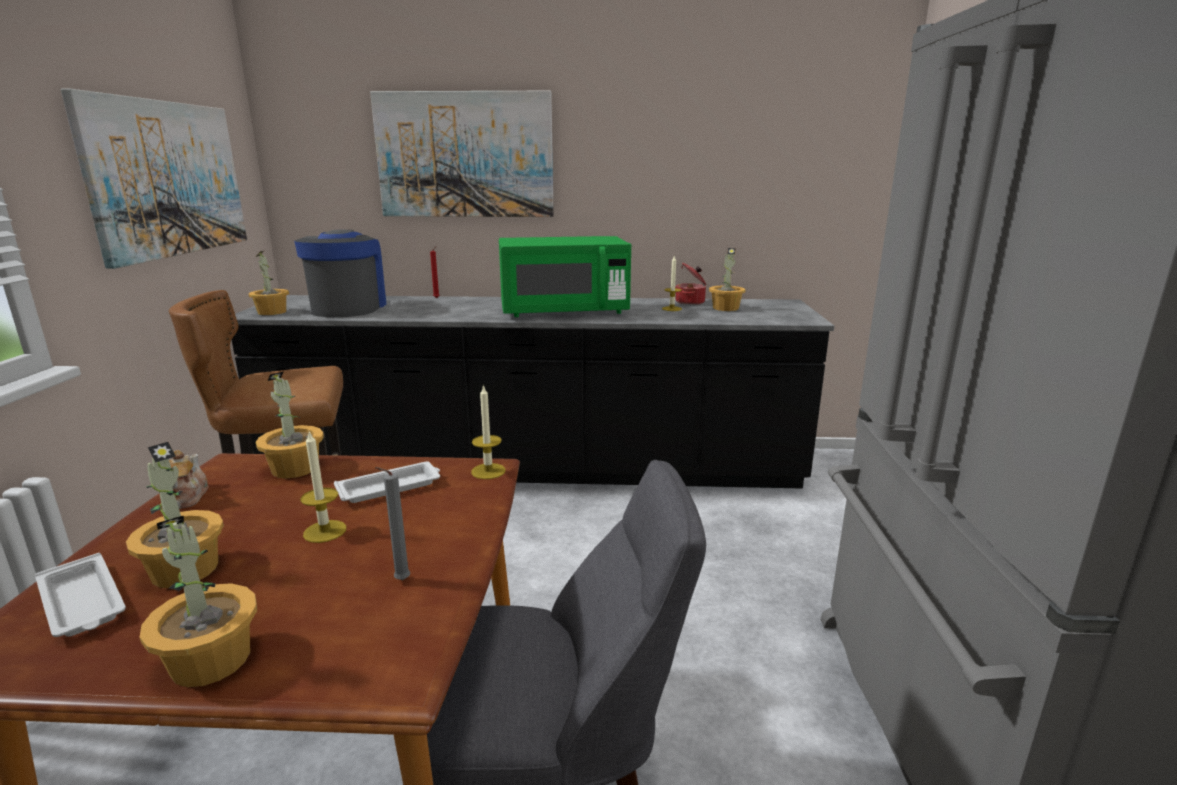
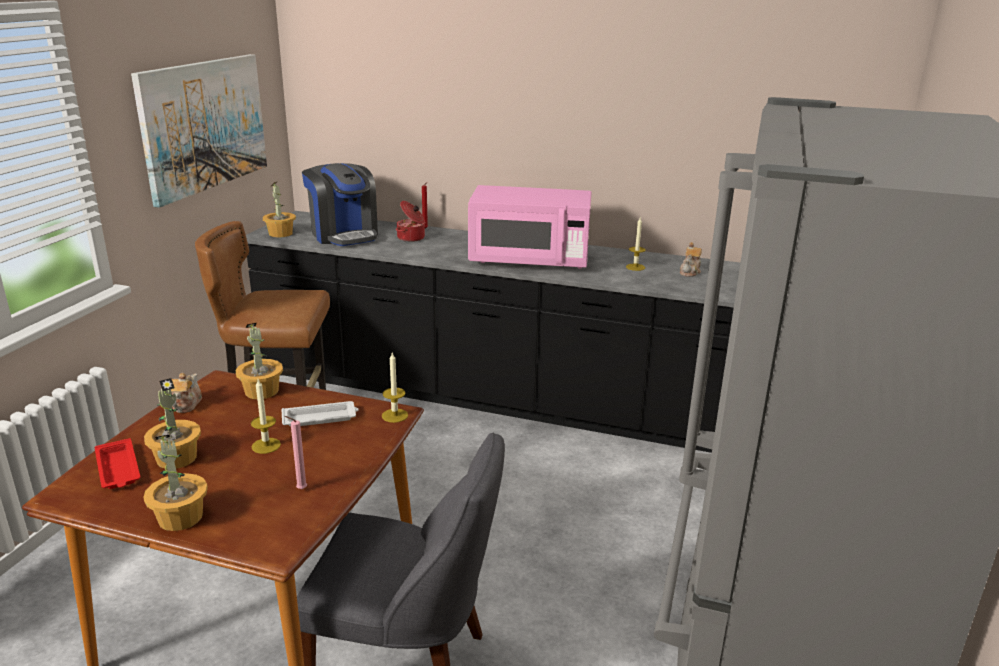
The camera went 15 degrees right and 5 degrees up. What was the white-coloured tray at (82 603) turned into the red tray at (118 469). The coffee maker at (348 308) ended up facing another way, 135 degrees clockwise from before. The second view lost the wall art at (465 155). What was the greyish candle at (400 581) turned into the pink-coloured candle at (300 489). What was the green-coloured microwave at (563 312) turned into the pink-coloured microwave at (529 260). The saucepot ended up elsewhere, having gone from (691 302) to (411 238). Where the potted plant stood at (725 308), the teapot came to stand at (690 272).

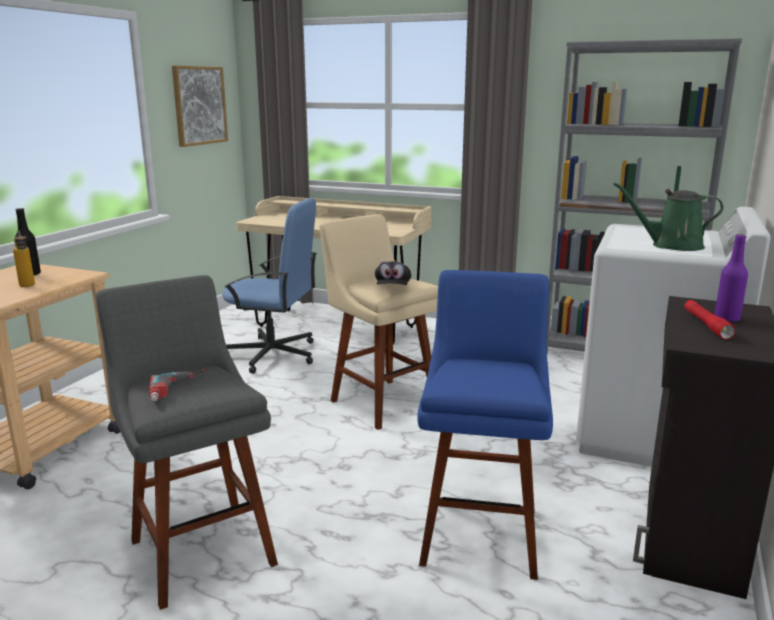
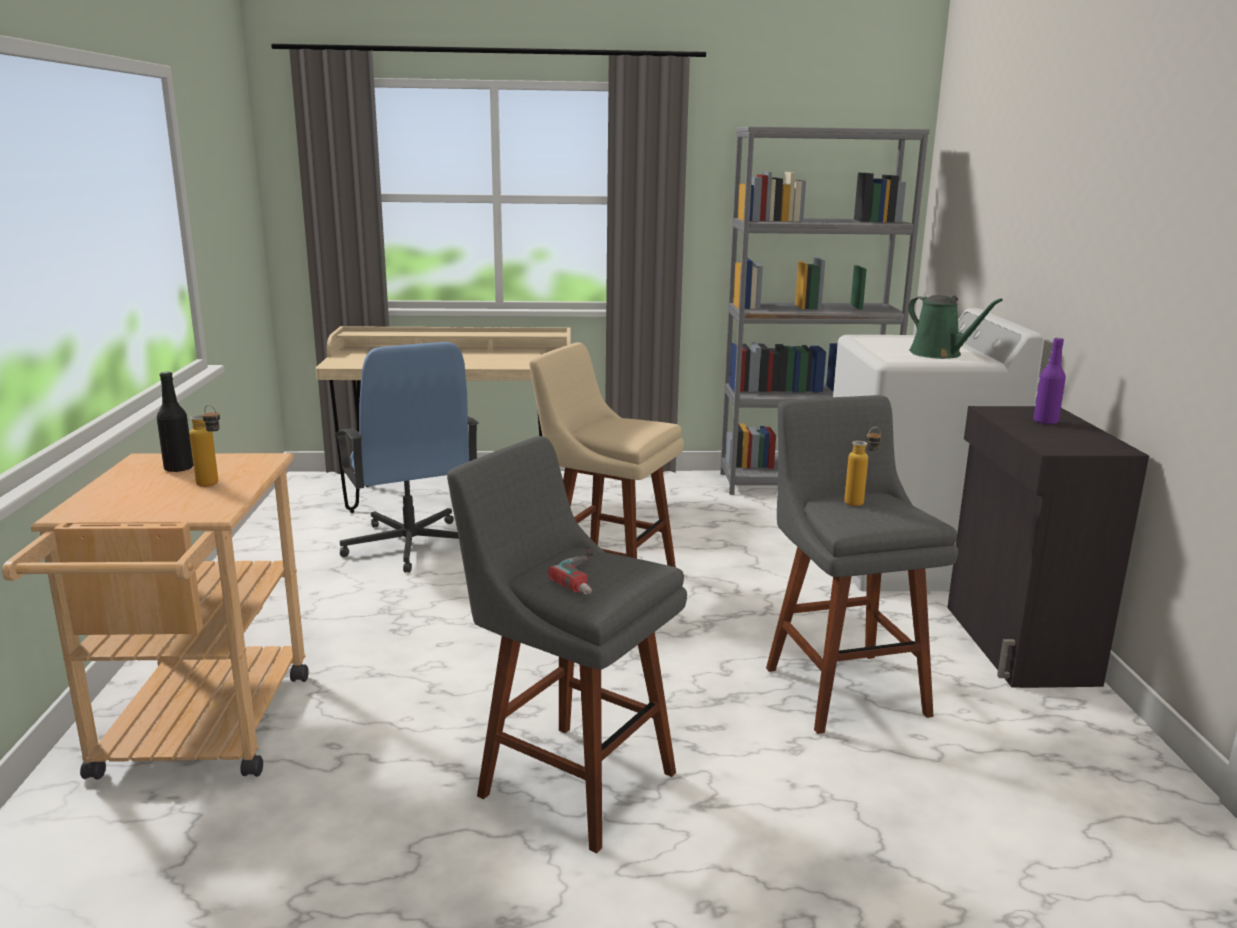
The camera went 25 degrees left and 0 degrees up. The second view lost the wall art at (199 105). The bluish office chair at (273 355) ended up facing another way, 75 degrees clockwise from before. The second view lost the blackish baseball cap at (392 289). What was the bluish stool at (480 530) turned into the greyish stool at (842 686). The green-coloured watering can at (671 246) ended up facing another way, 105 degrees counterclockwise from before. The second view lost the red flashlight at (706 325). The second view gained the beverage bottle at (860 502).

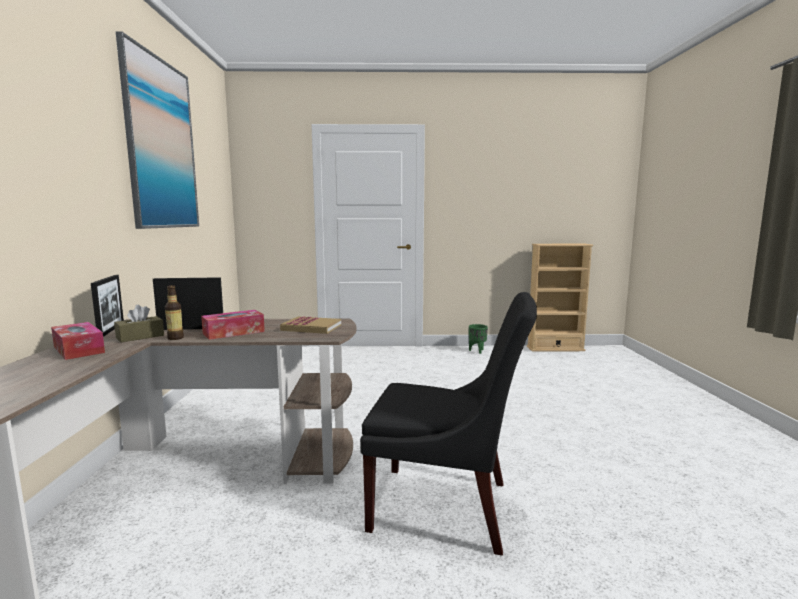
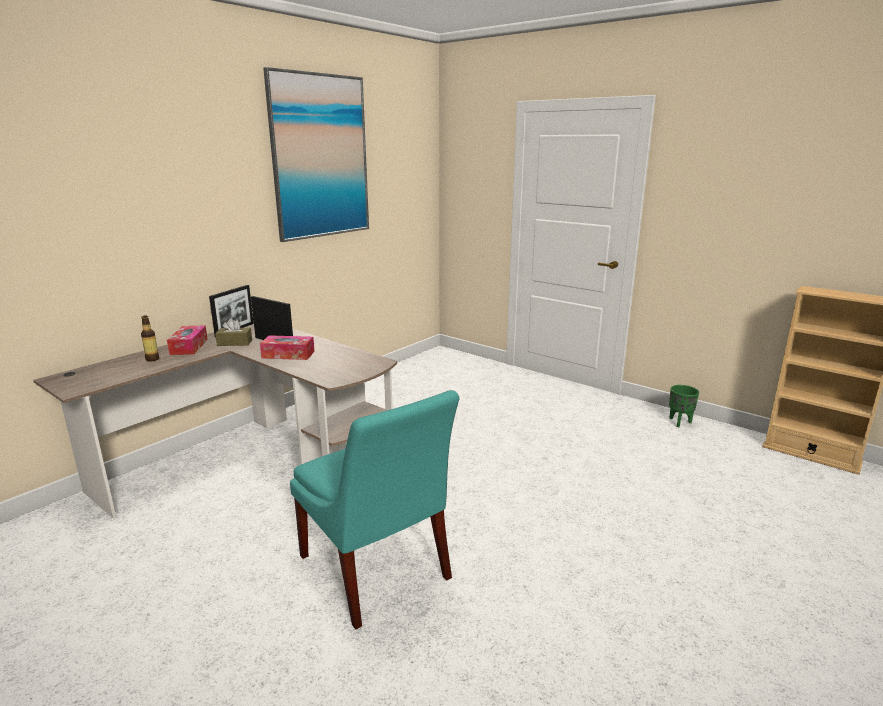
The camera went 40 degrees right and 10 degrees up. The beverage bottle ended up elsewhere, having gone from (175 338) to (152 359). The second view lost the book at (311 327). What was the blackish plain chair at (447 508) turned into the turquoise plain chair at (376 571).

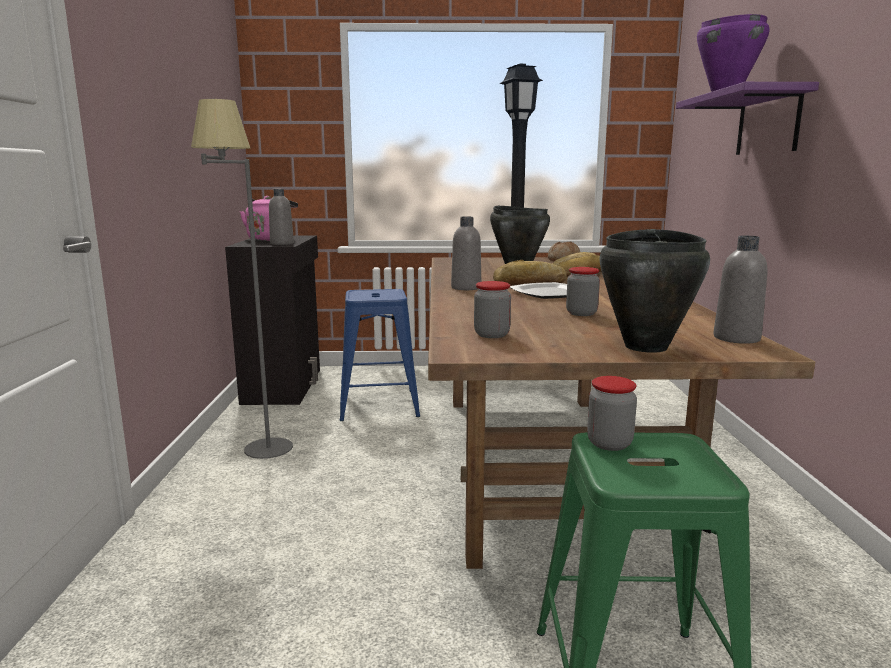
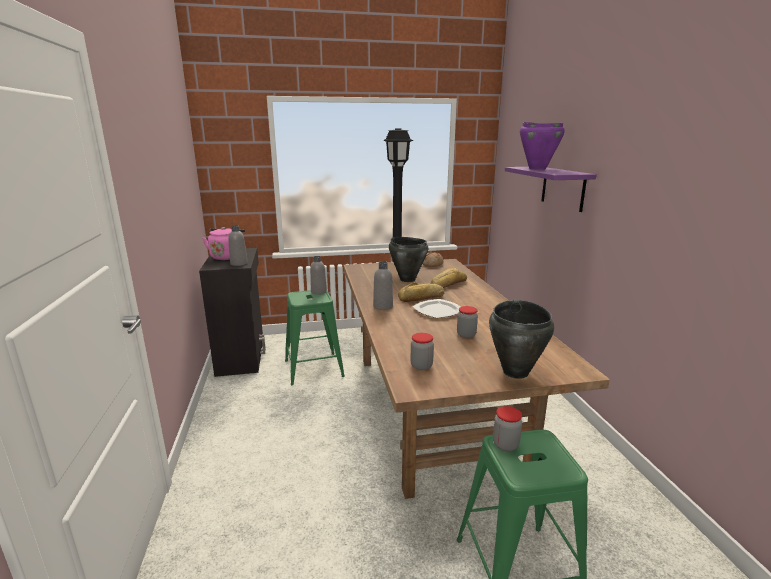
The camera went 10 degrees left and 5 degrees up. The second view lost the greyish standard lamp at (254 442). What was the bluish stool at (379 405) turned into the green-coloured stool at (314 368). The greyish beverage bottle ended up elsewhere, having gone from (736 338) to (318 292).

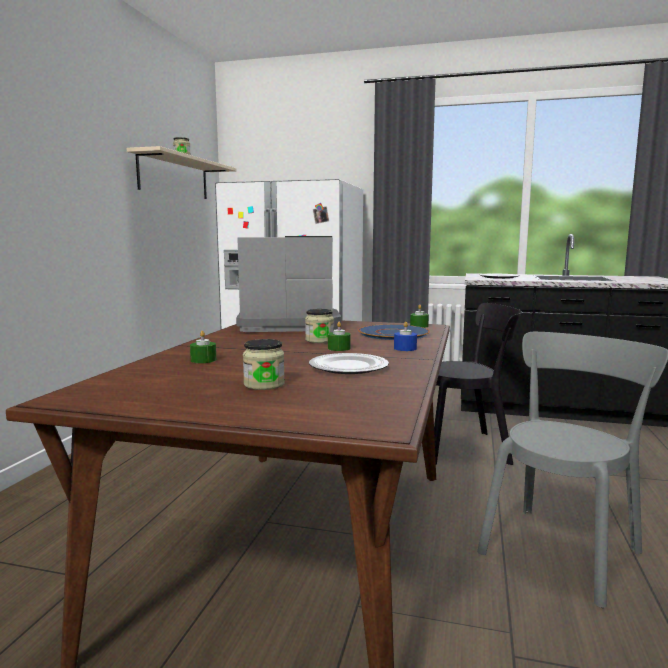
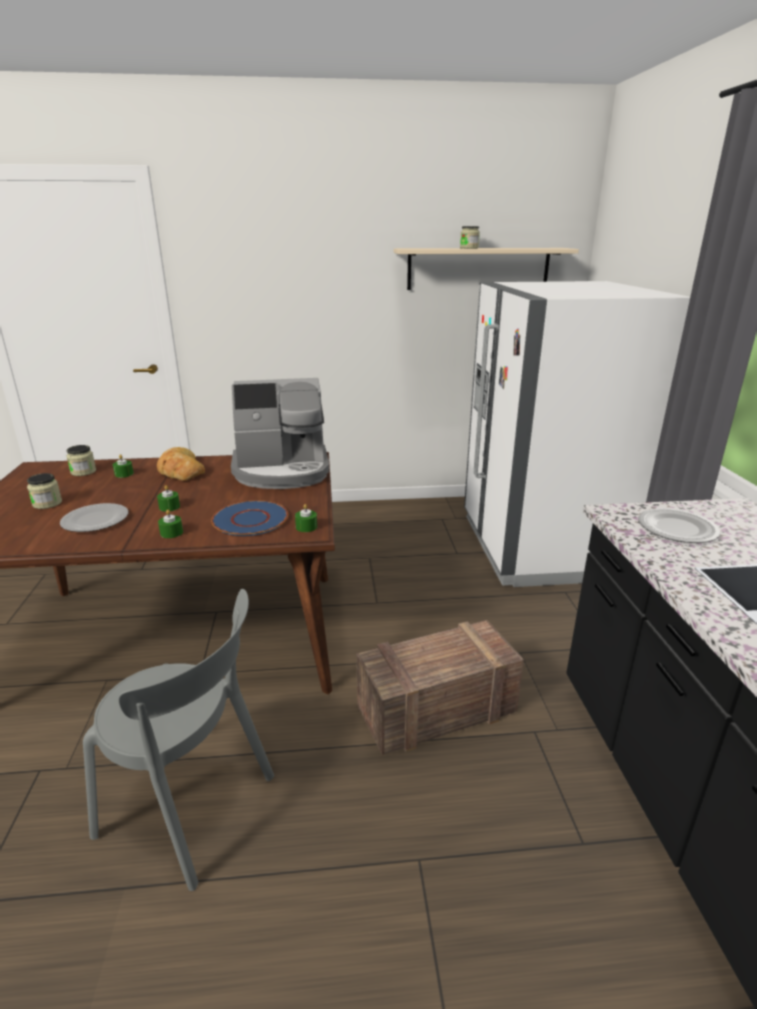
The camera went 70 degrees right and 15 degrees up. The coffee maker at (287 325) ended up facing another way, 105 degrees clockwise from before. The jar ended up elsewhere, having gone from (319 340) to (83 472). What was the bluish candle at (405 348) turned into the green-coloured candle at (171 533). Where the blackish plain chair stood at (466 448), the crate came to stand at (434 711). The second view gained the baked bread at (180 470).

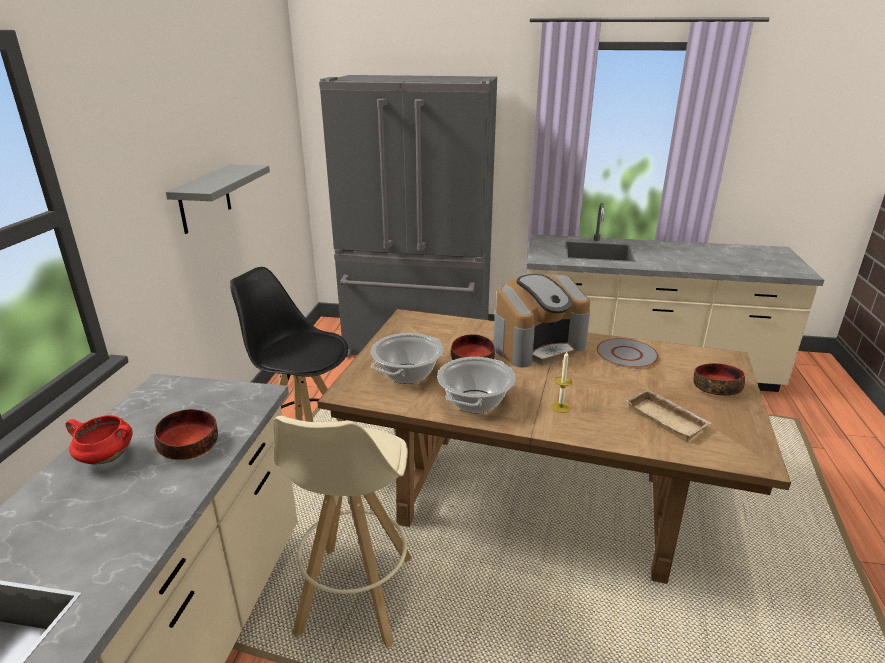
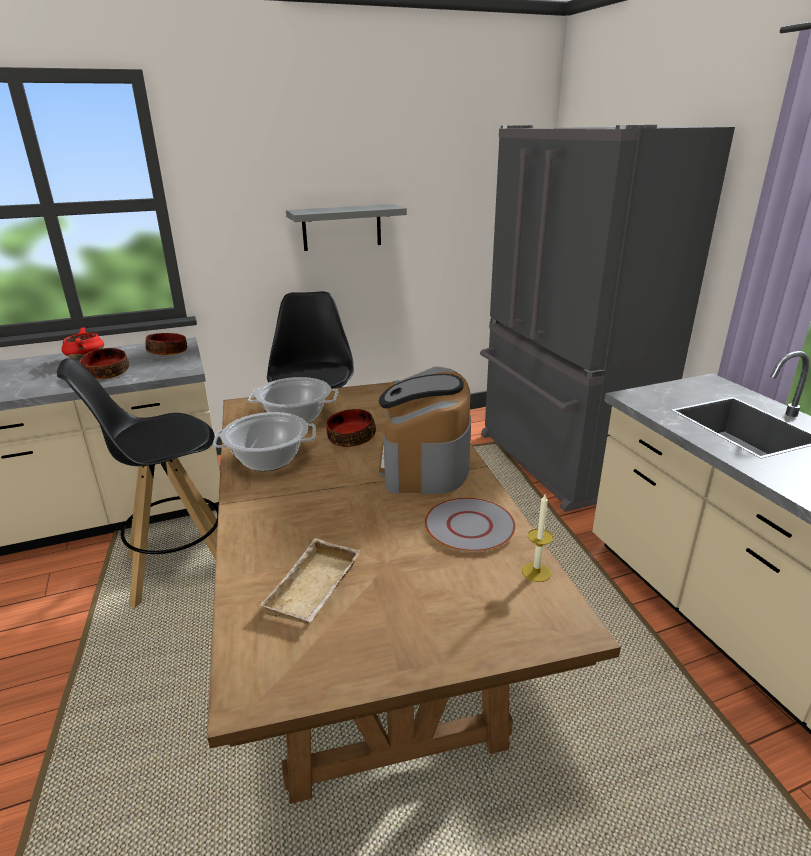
The camera went 60 degrees right and 0 degrees up. What was the beige stool at (355 595) turned into the blackish stool at (179 568). The coffee maker at (537 345) ended up facing another way, 60 degrees clockwise from before. The candle ended up elsewhere, having gone from (560 407) to (536 572). The serving bowl ended up elsewhere, having gone from (717 388) to (168 352).

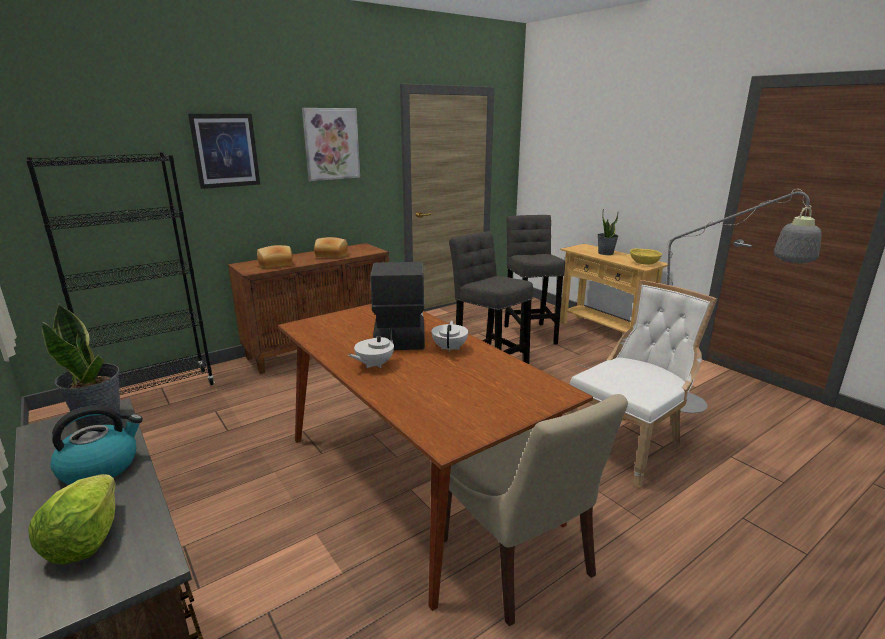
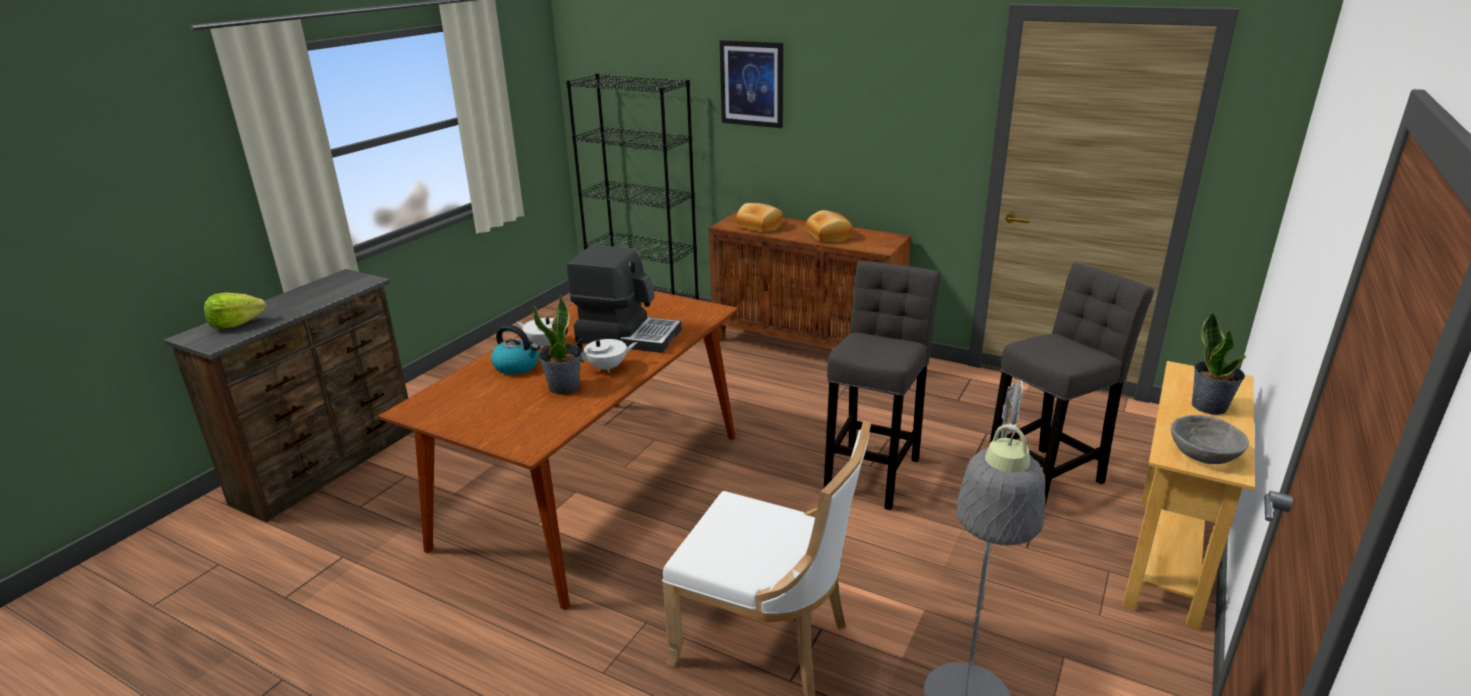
The camera went 65 degrees right and 5 degrees up. The potted plant ended up elsewhere, having gone from (99 417) to (564 387). The water kettle ended up elsewhere, having gone from (101 467) to (517 366). The second view lost the wall art at (331 144). The coffee maker at (398 334) ended up facing another way, 45 degrees clockwise from before. The second view lost the beige plain chair at (518 561). What was the yellow-coloured serving bowl at (644 263) turned into the greyish serving bowl at (1204 454).

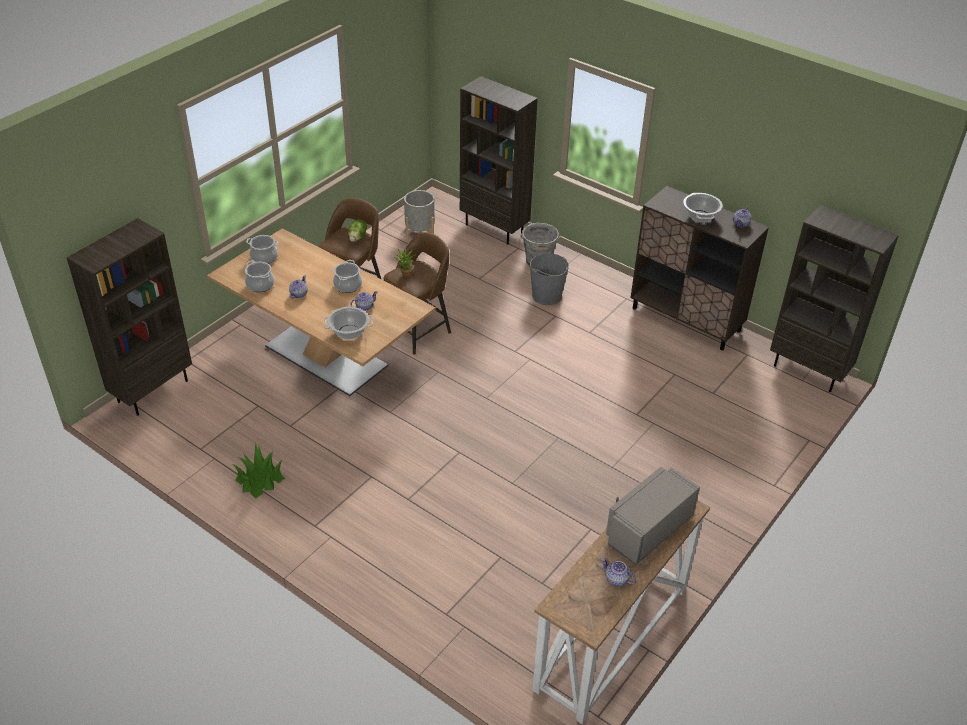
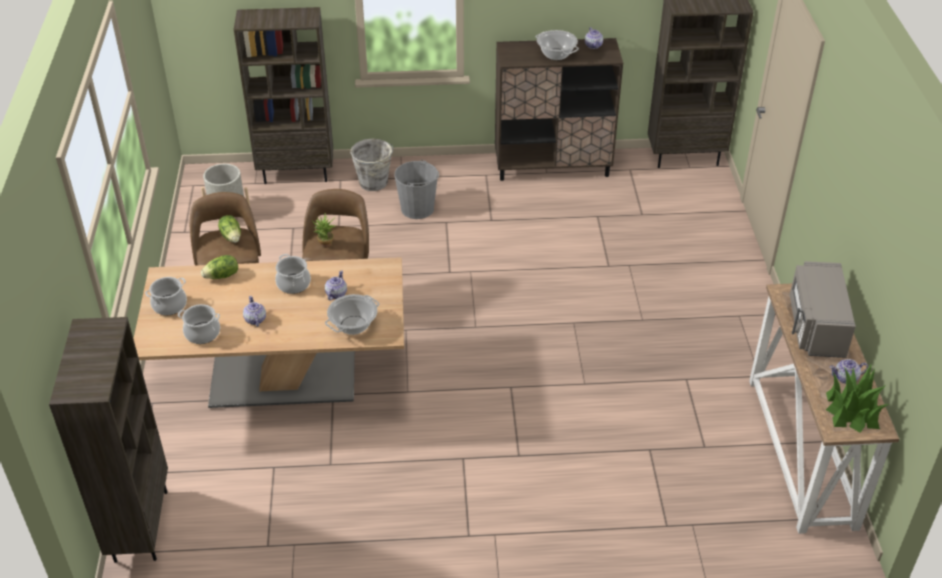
The camera went 40 degrees left and 0 degrees up. The potted plant ended up elsewhere, having gone from (259 480) to (852 410). The second view gained the lettuce at (222 276).

